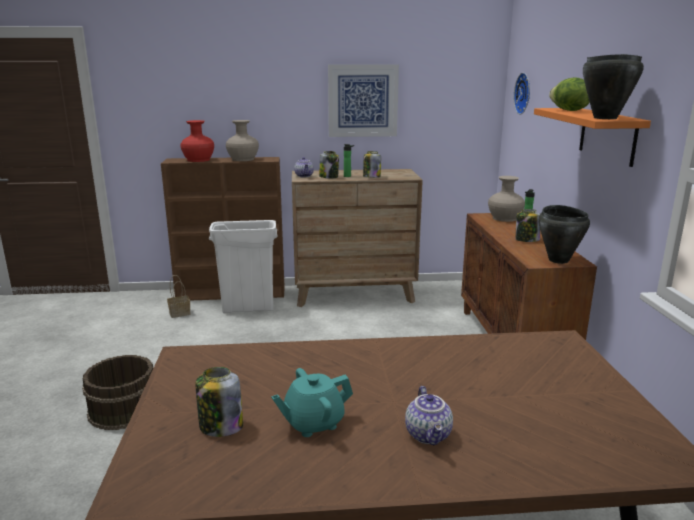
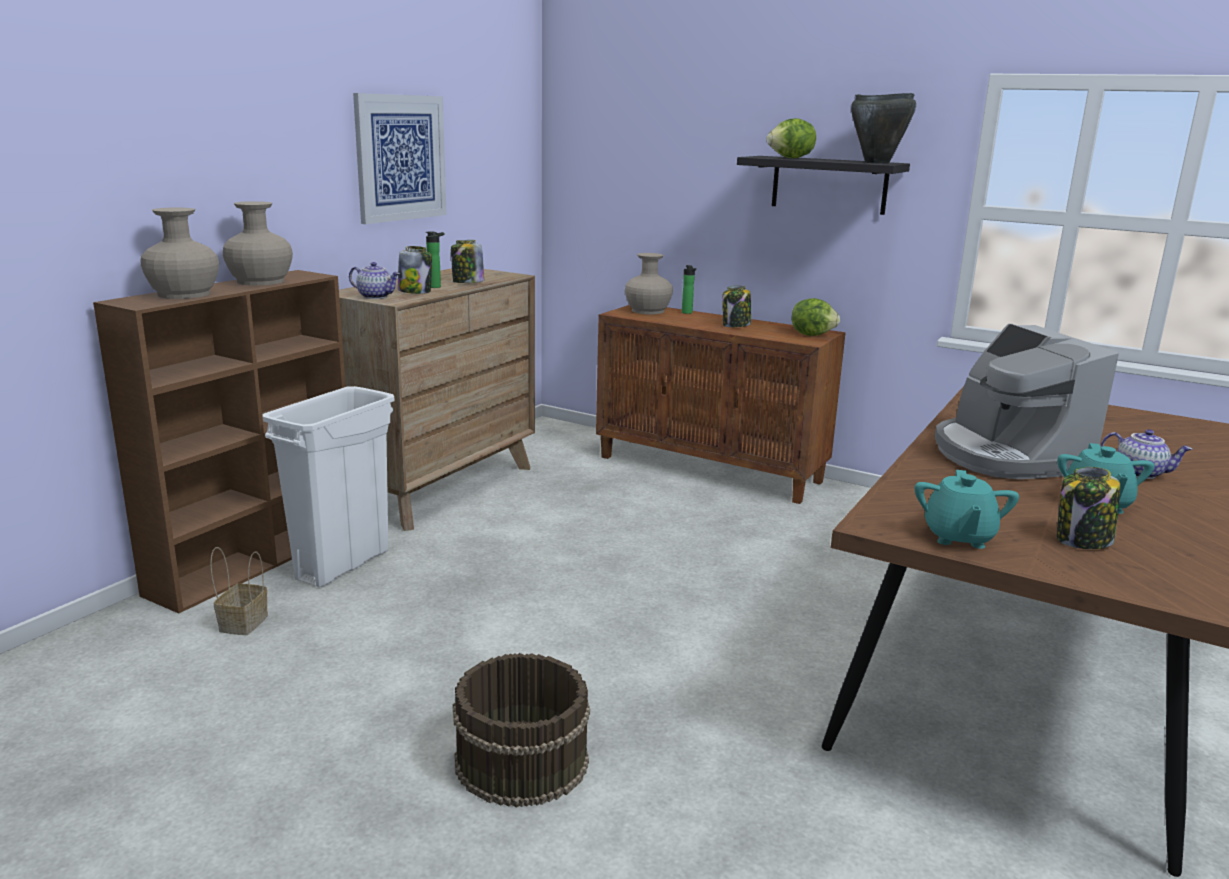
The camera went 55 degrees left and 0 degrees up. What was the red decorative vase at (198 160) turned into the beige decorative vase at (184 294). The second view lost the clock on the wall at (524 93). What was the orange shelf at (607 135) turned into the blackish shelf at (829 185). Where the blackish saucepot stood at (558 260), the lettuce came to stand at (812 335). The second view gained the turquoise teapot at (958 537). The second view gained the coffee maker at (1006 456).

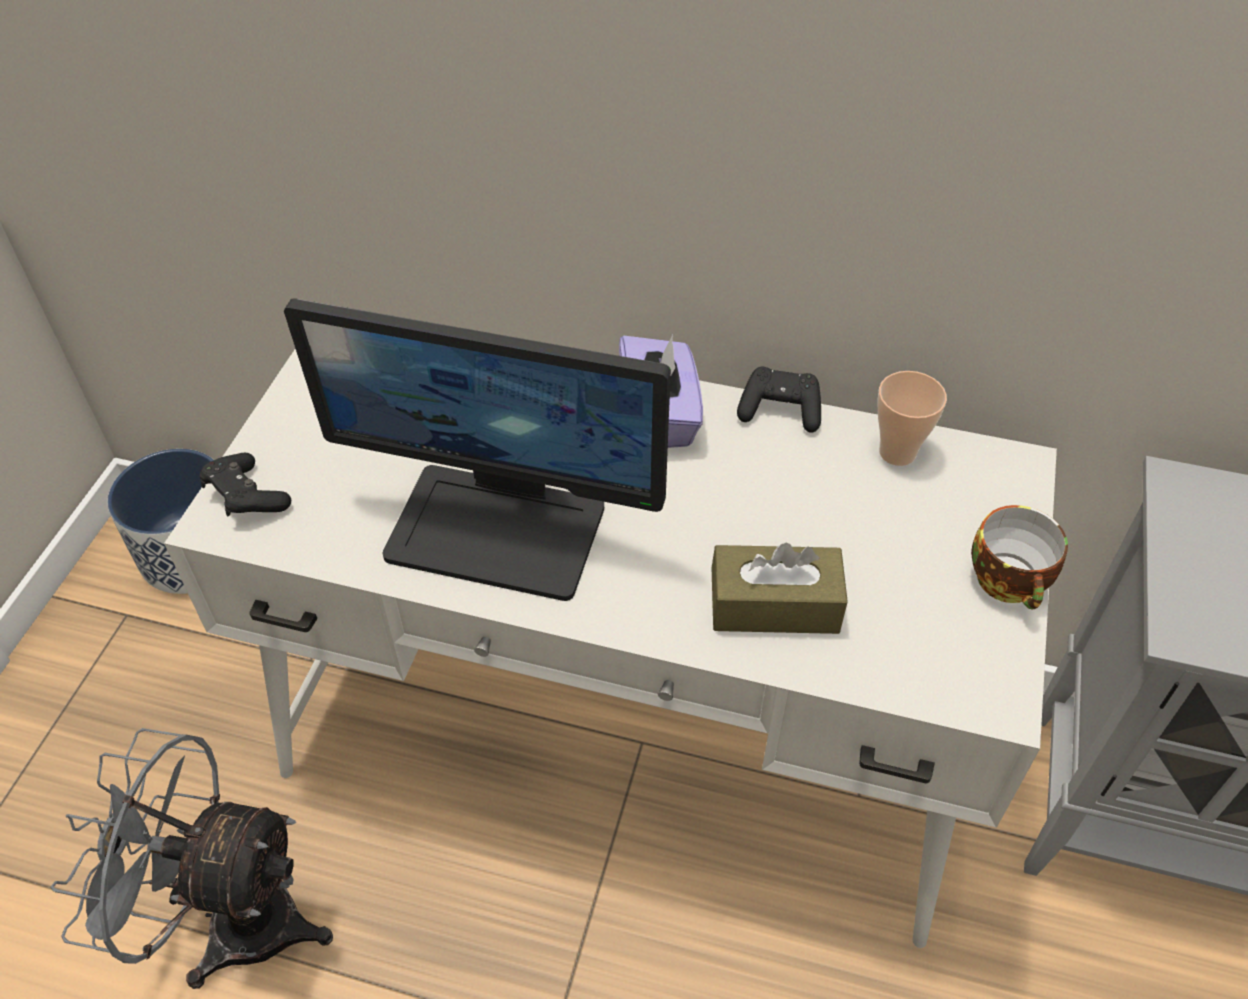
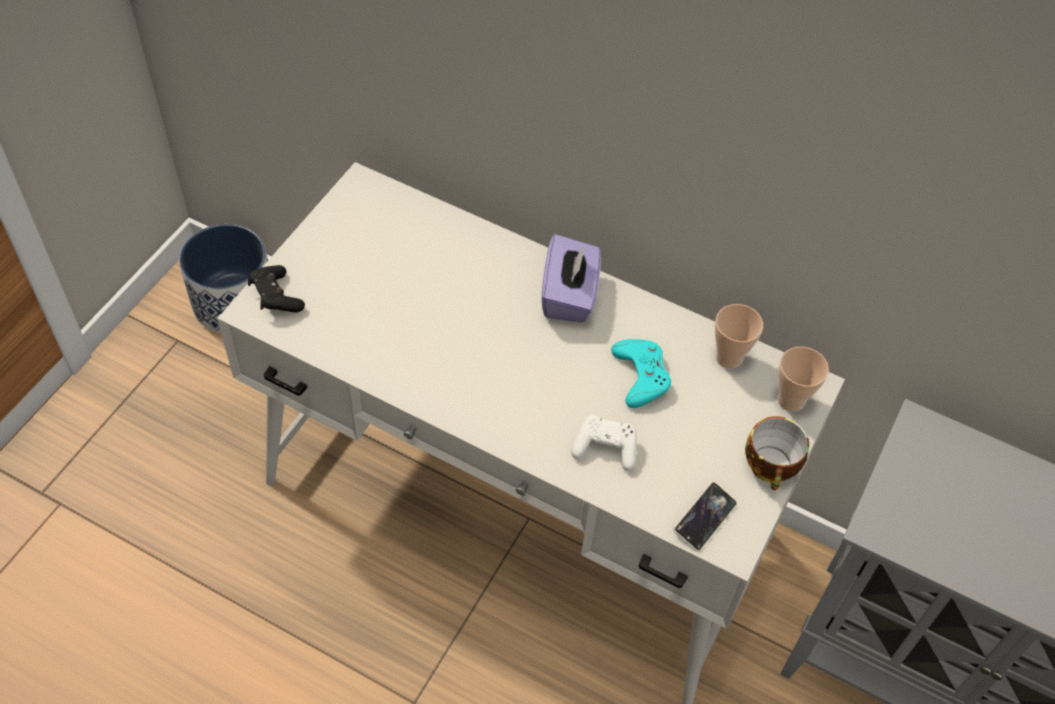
The camera went 10 degrees right and 5 degrees up. The second view lost the greyish electric fan at (232 920). The second view lost the computer screen at (499 528). Where the brown box of tissues stood at (774 605), the white-coloured gamepad came to stand at (605 448). The second view lost the blackish gamepad at (780 410). The second view gained the turquoise gamepad at (641 376). The second view gained the phone at (704 519). The second view gained the cup at (791 400).

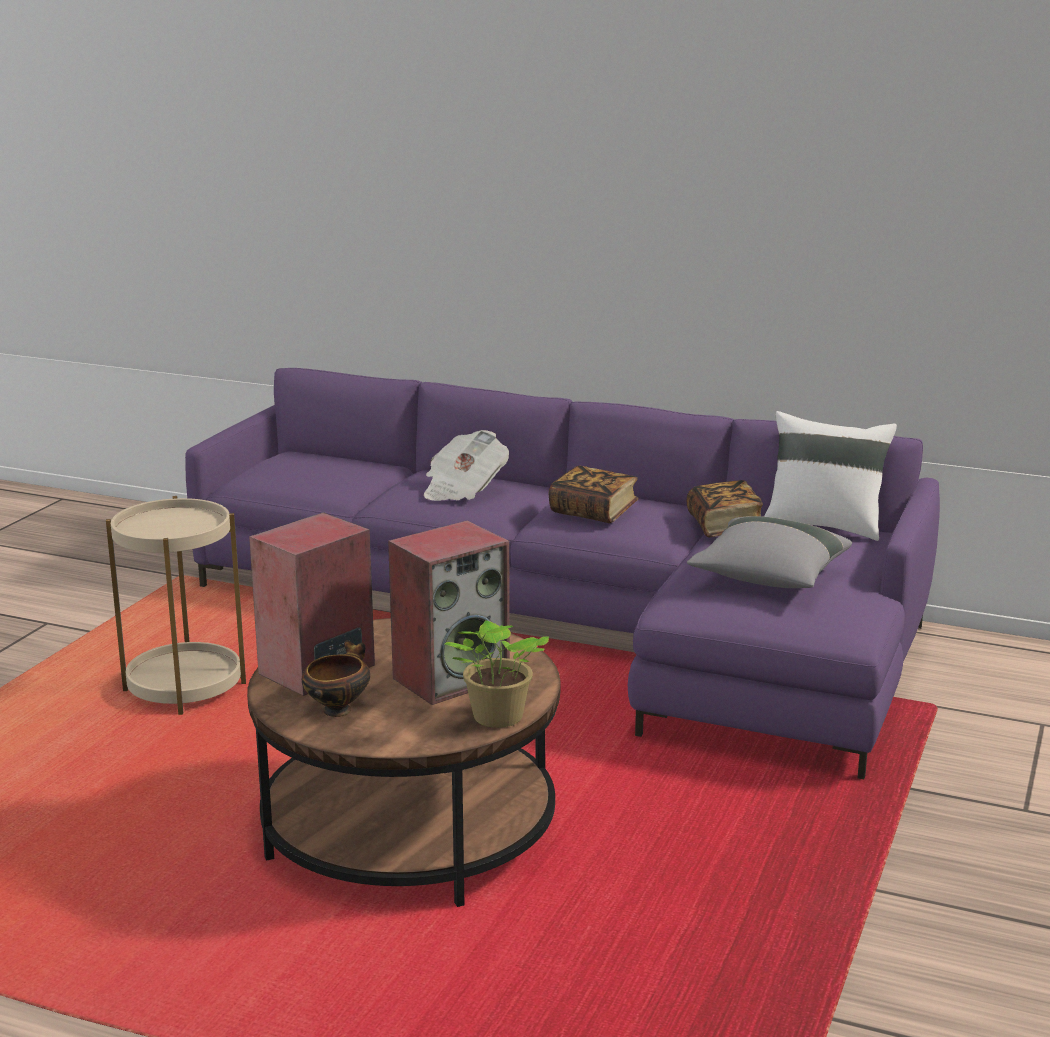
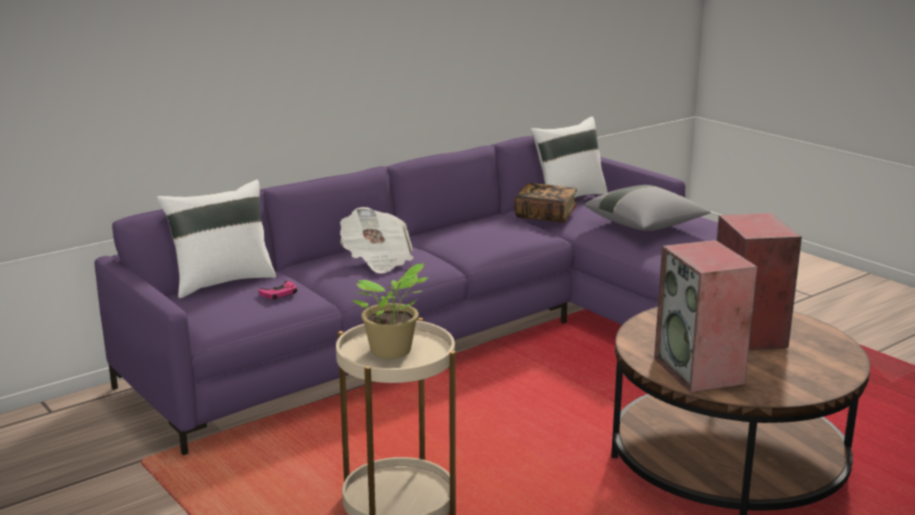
The camera went 60 degrees left and 0 degrees up. The second view lost the serving bowl at (338 709). The potted plant ended up elsewhere, having gone from (496 718) to (392 352). The second view lost the book at (593 512). The second view gained the white-coloured throw pillow at (222 282). The second view gained the pink-coloured gamepad at (279 293).

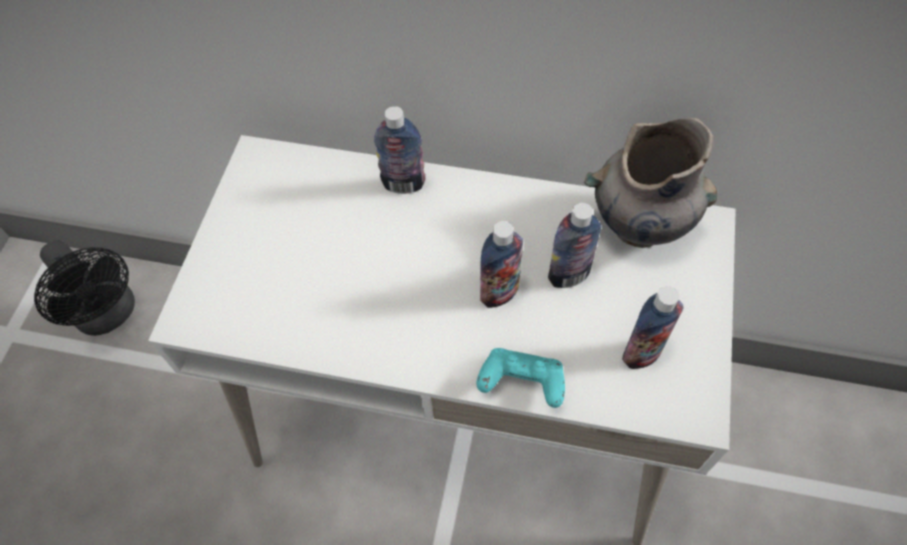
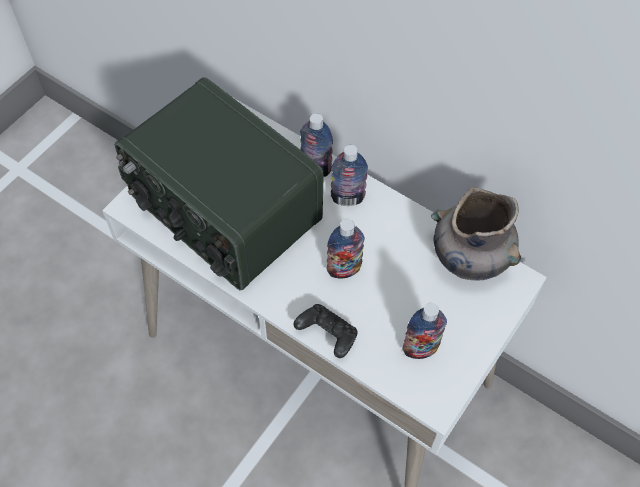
The camera went 20 degrees right and 0 degrees up. The second view lost the blackish electric fan at (110 314). What was the turquoise gamepad at (521 383) turned into the blackish gamepad at (327 335). The beverage bottle ended up elsewhere, having gone from (569 275) to (347 198). The second view gained the radio set at (223 210).

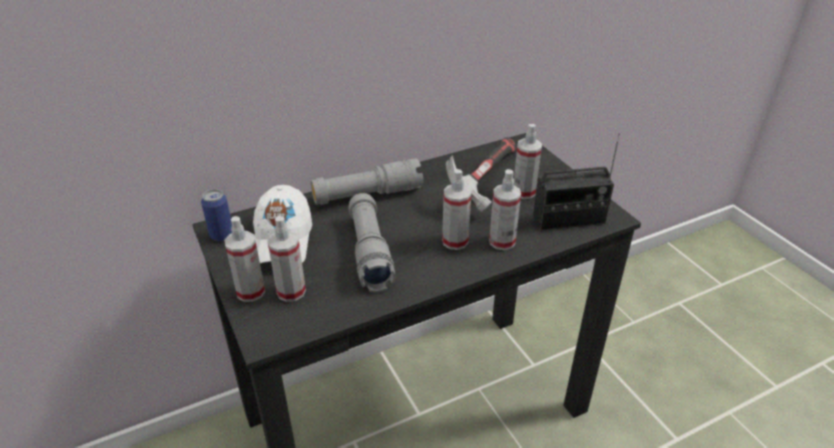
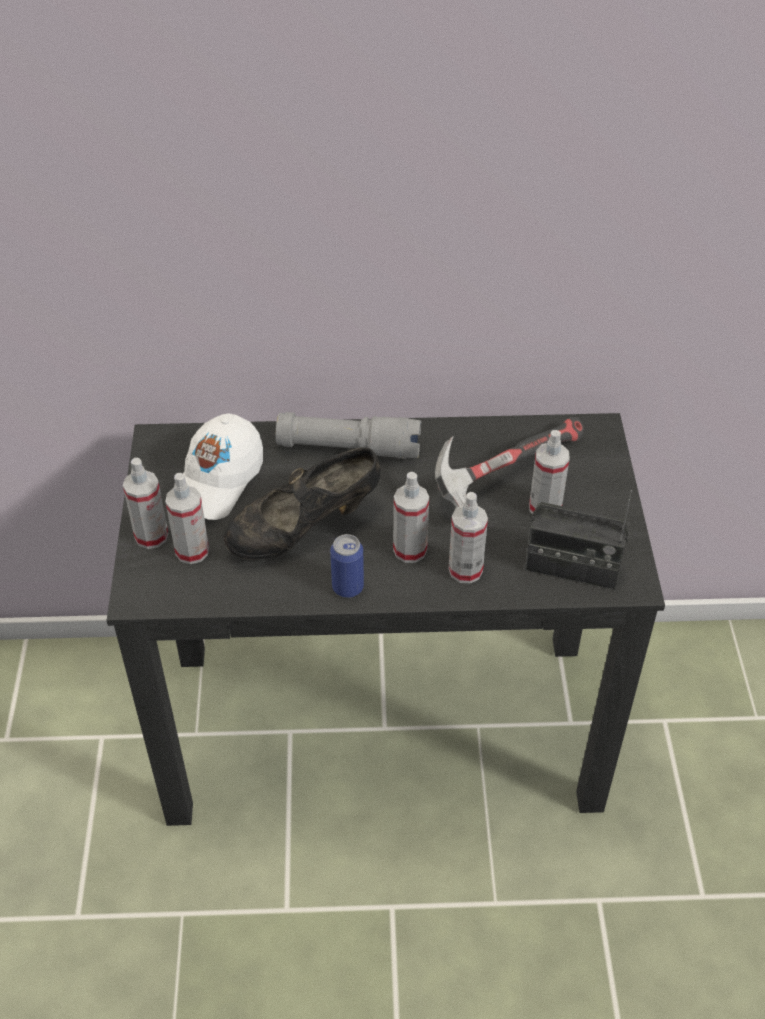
The camera went 25 degrees right and 10 degrees up. The sealed can ended up elsewhere, having gone from (222 235) to (348 587). Where the greyish flashlight stood at (370 252), the blackish shoe came to stand at (304 530).

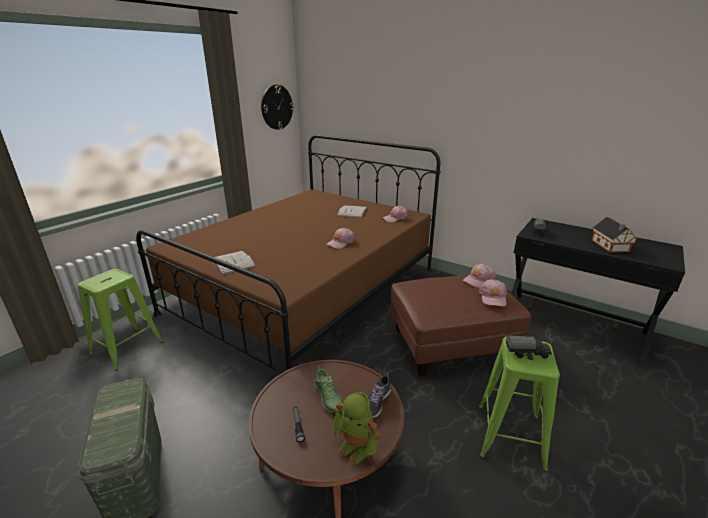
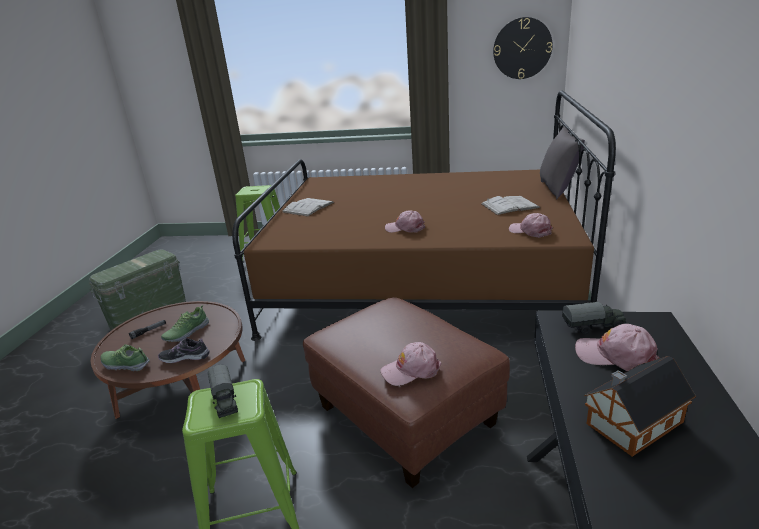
The camera went 65 degrees right and 0 degrees up. Where the toy robot stood at (356 448), the shoe came to stand at (126 364). The pink-coloured baseball cap ended up elsewhere, having gone from (478 280) to (616 356). The second view gained the greyish throw pillow at (558 189).

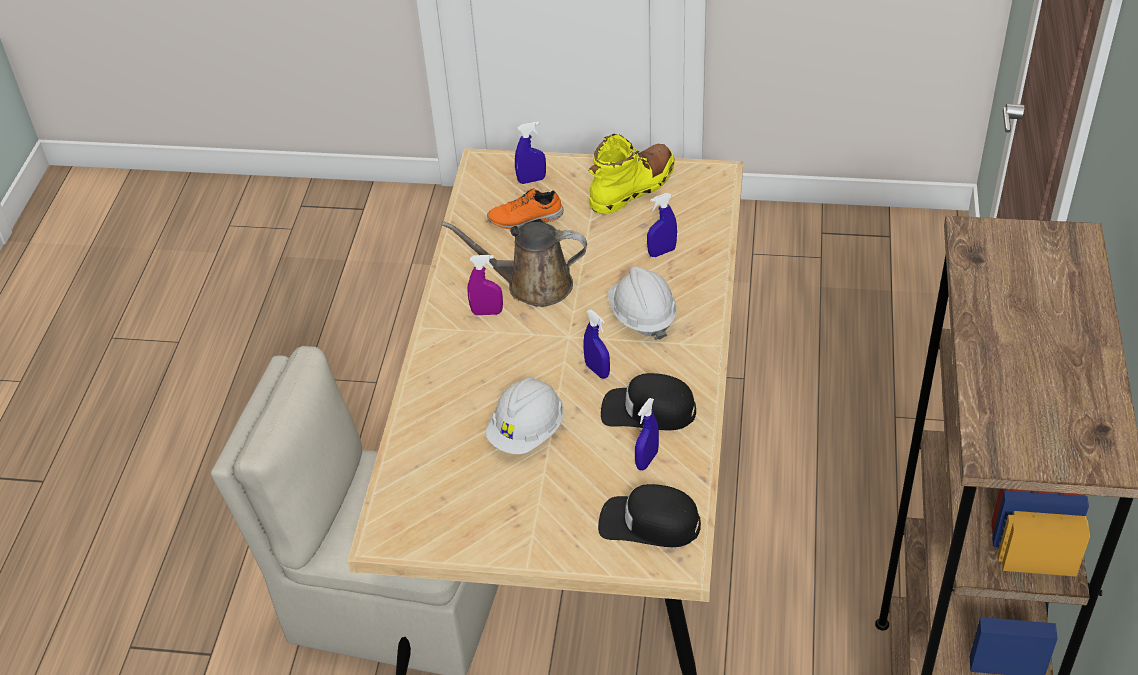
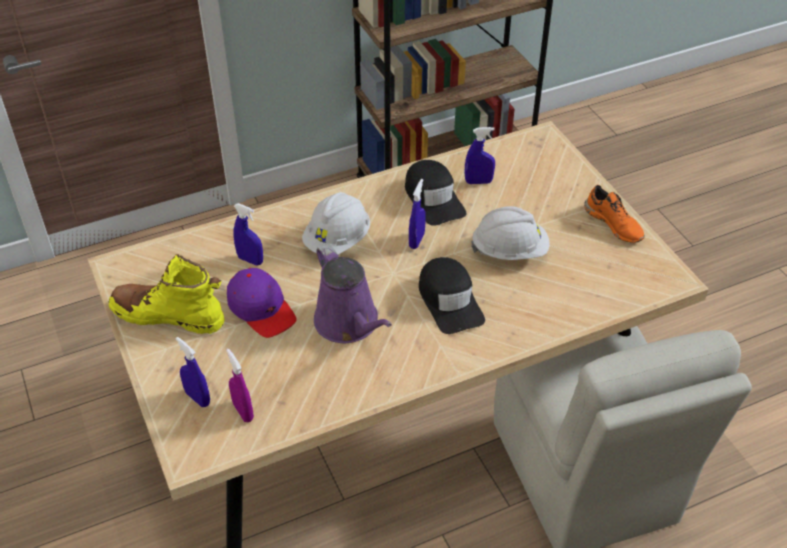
The camera went 125 degrees left and 0 degrees up. What was the brown watering can at (532 285) turned into the purple-coloured watering can at (349 324). The purple-coloured spray bottle ended up elsewhere, having gone from (487 312) to (243 411). The orange shoe ended up elsewhere, having gone from (525 219) to (614 224). The blackish baseball cap ended up elsewhere, having gone from (649 523) to (449 301). The second view gained the purple-coloured baseball cap at (261 309).

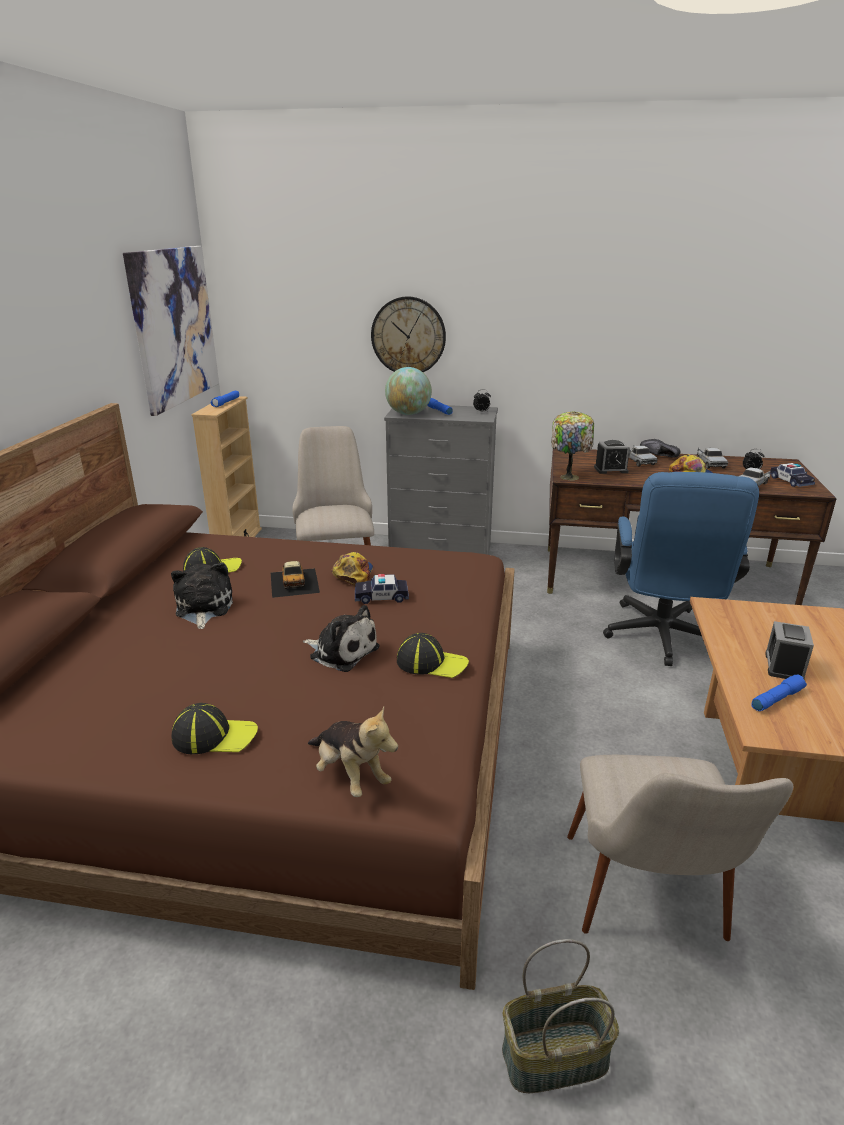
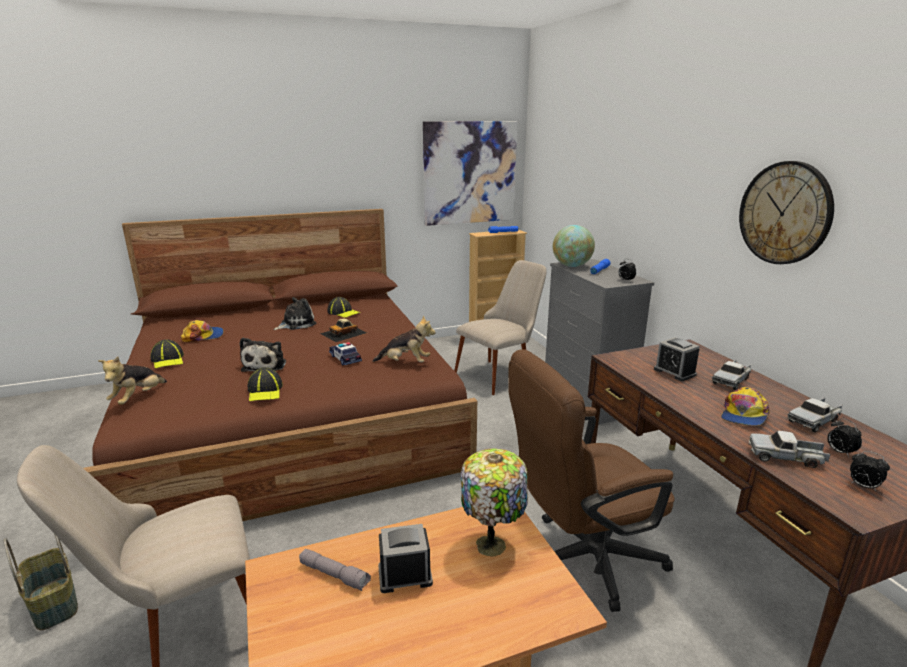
The camera went 60 degrees right and 5 degrees down. The baseball cap ended up elsewhere, having gone from (353 573) to (203 336). The clock on the wall ended up elsewhere, having gone from (408 336) to (784 213). The tabletop lamp ended up elsewhere, having gone from (569 476) to (493 544). What was the bluish office chair at (661 639) turned into the brown office chair at (581 559). The second view lost the blackish shoe at (658 456). What was the bluish flashlight at (776 698) turned into the greyish flashlight at (335 575). Where the toy car stood at (790 481), the alarm clock came to stand at (862 486). The second view gained the soft toy at (405 363).

